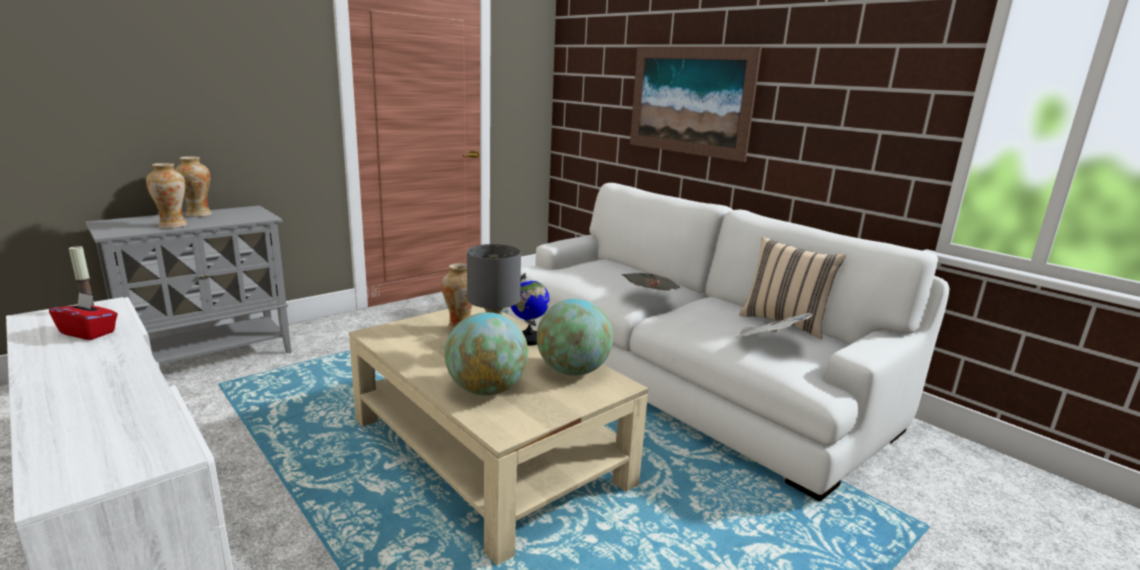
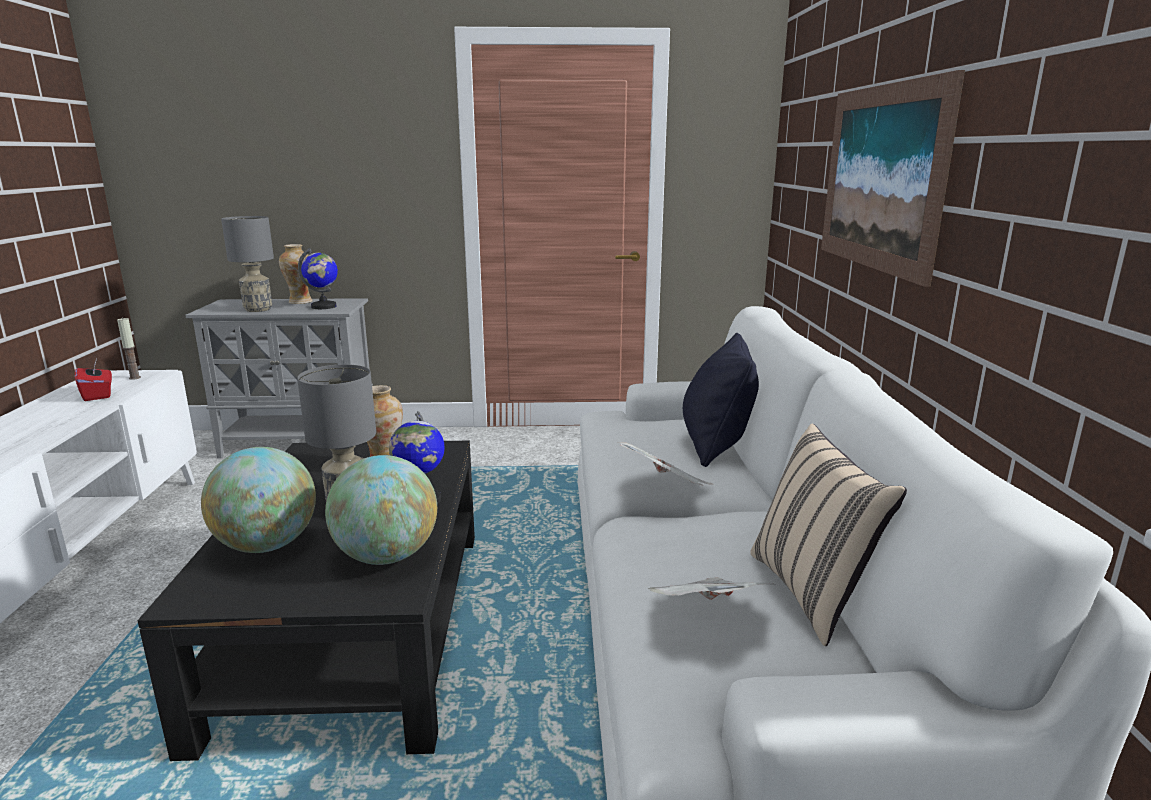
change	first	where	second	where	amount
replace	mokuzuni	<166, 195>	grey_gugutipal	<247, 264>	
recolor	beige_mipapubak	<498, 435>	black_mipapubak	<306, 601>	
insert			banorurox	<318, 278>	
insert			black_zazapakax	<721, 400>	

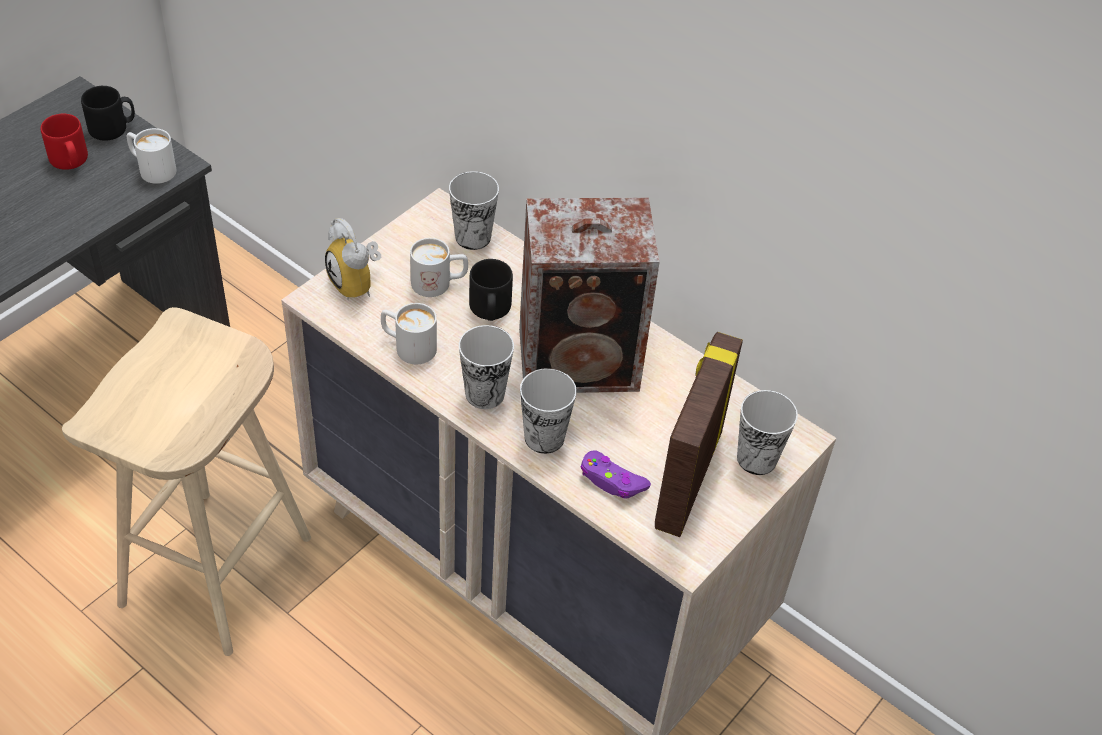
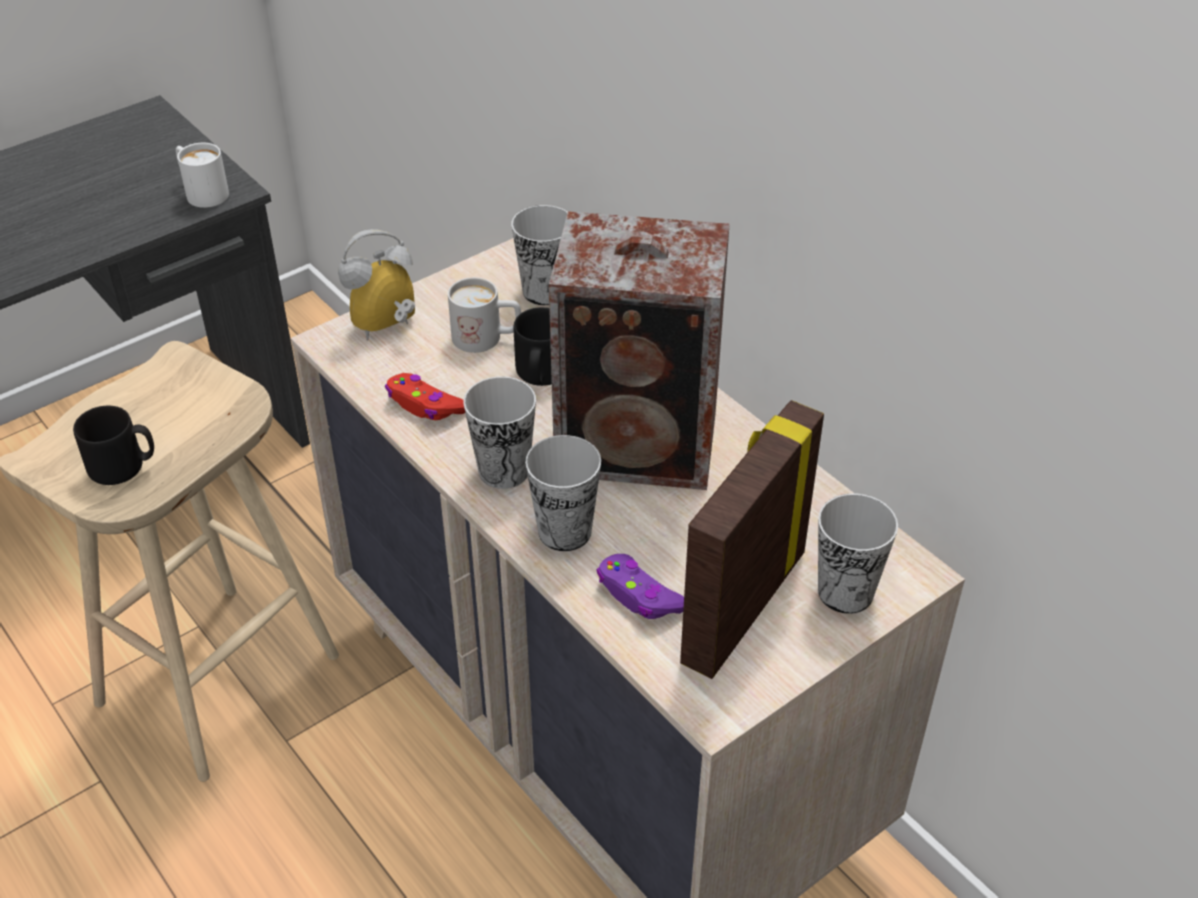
change	first	where	second	where	amount
delete	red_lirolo	<64, 142>			
move	black_lirolo	<108, 113>		<113, 445>	
rotate	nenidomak	<353, 259>		<376, 285>	75 degrees clockwise
replace	white_lirolo	<409, 333>	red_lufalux	<425, 396>	

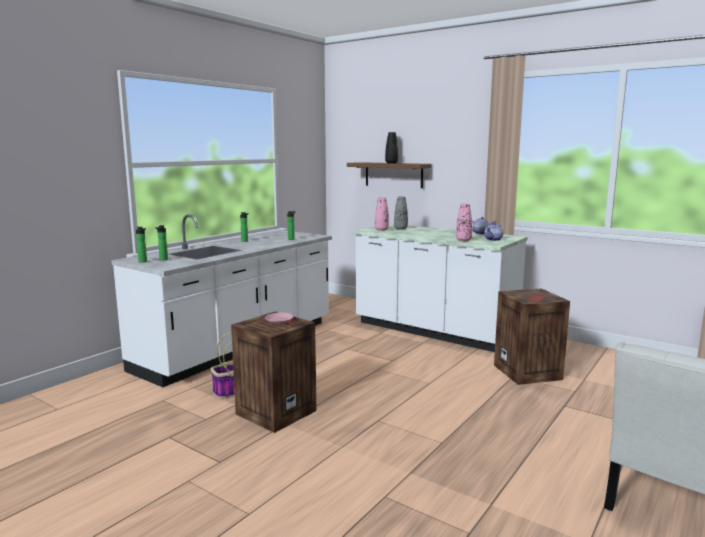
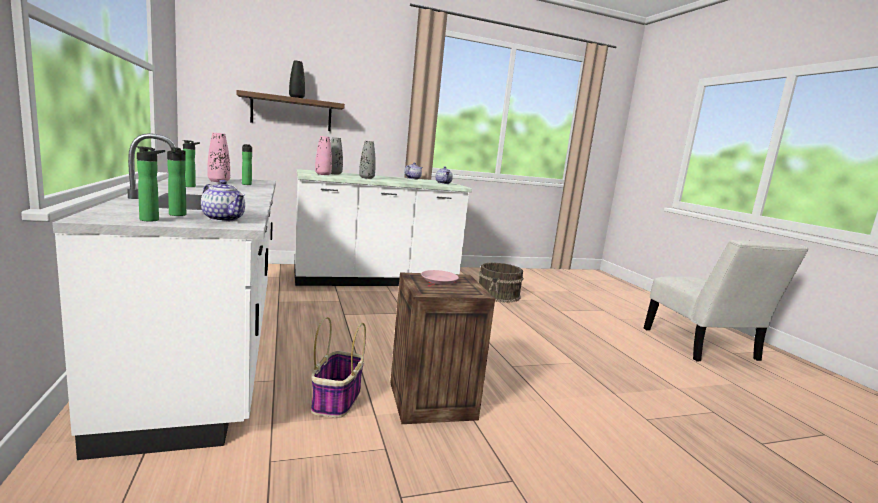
change	first	where	second	where	amount
move	pink_mokuzuni	<464, 222>		<218, 157>	
replace	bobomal	<532, 336>	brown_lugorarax	<501, 282>	
insert			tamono	<223, 201>	
insert			grey_mokuzuni	<367, 160>	

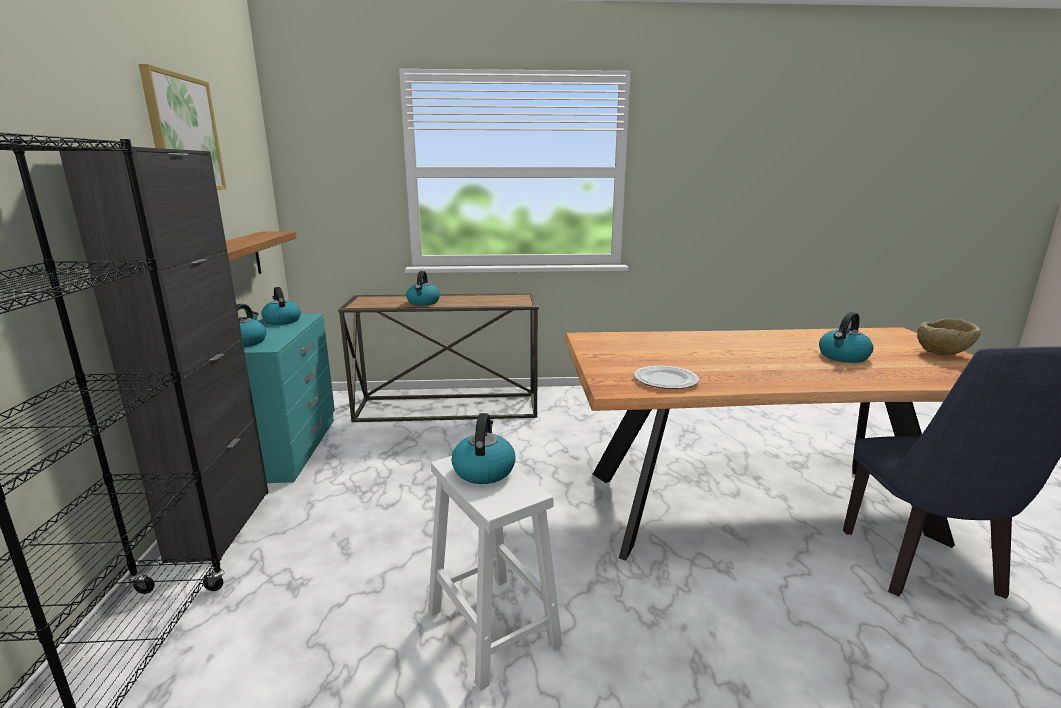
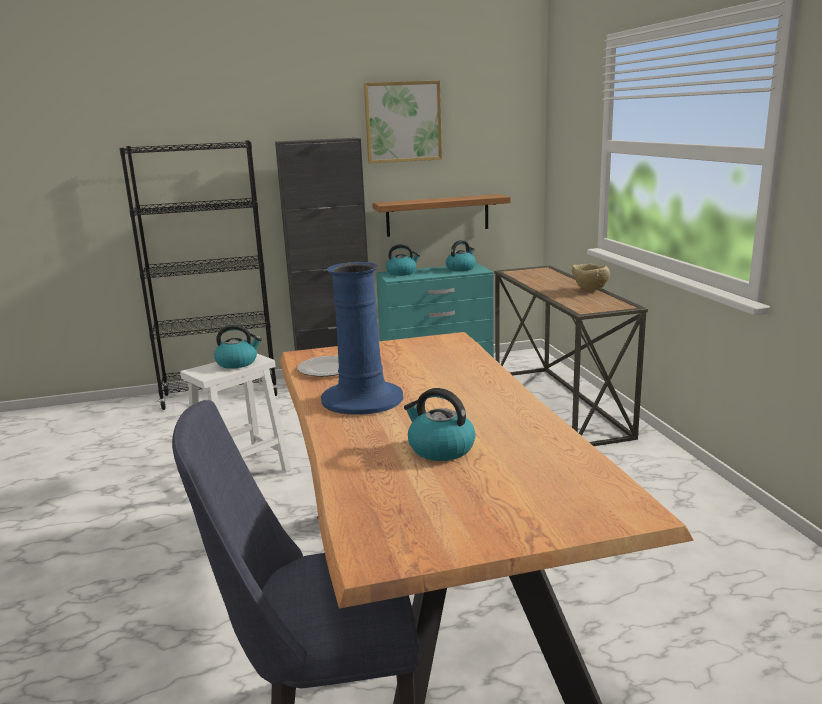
change	first	where	second	where	amount
delete	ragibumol	<423, 288>			
move	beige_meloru	<949, 337>		<591, 276>	
insert			blue_mokuzuni	<362, 338>	

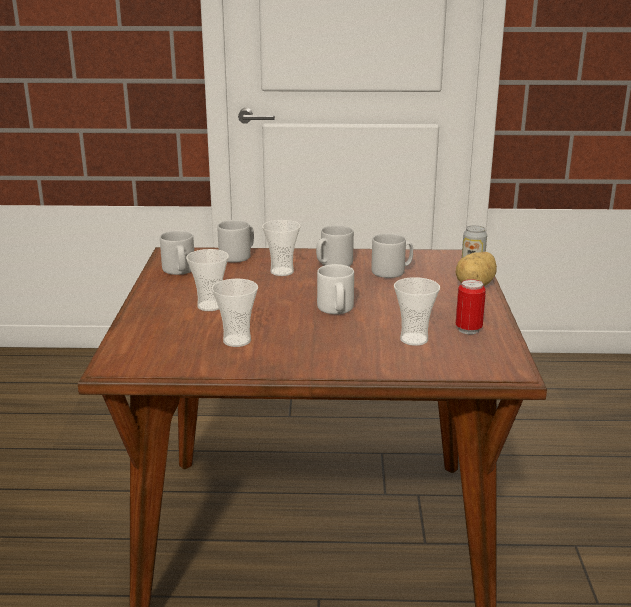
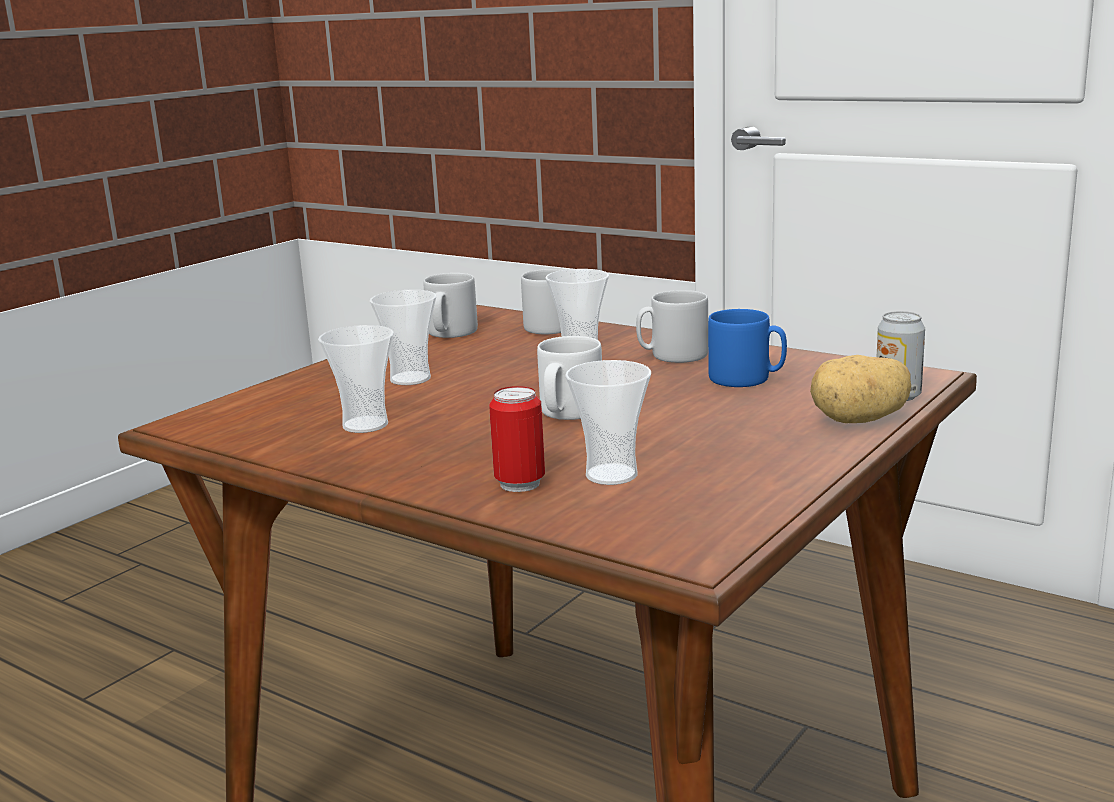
change	first	where	second	where	amount
recolor	grey_lirolo	<392, 255>	blue_lirolo	<747, 348>	
move	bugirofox	<471, 306>		<517, 439>	

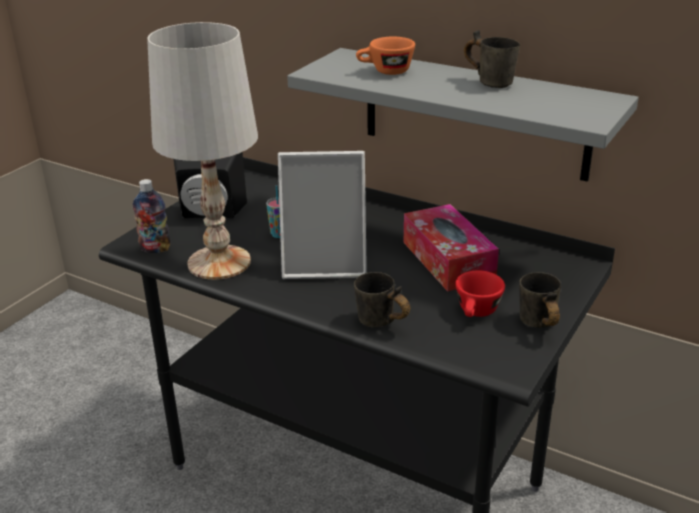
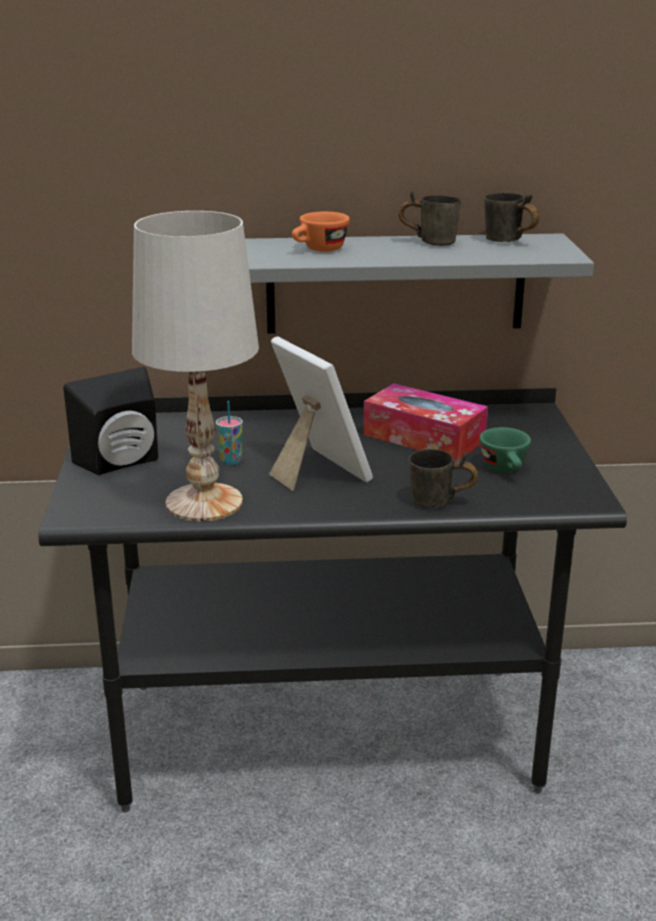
change	first	where	second	where	amount
delete	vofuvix	<152, 216>			
rotate	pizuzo	<322, 215>		<321, 413>	90 degrees counterclockwise
recolor	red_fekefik	<480, 293>	green_fekefik	<505, 449>	
move	grey_lirolo	<540, 300>		<512, 217>	

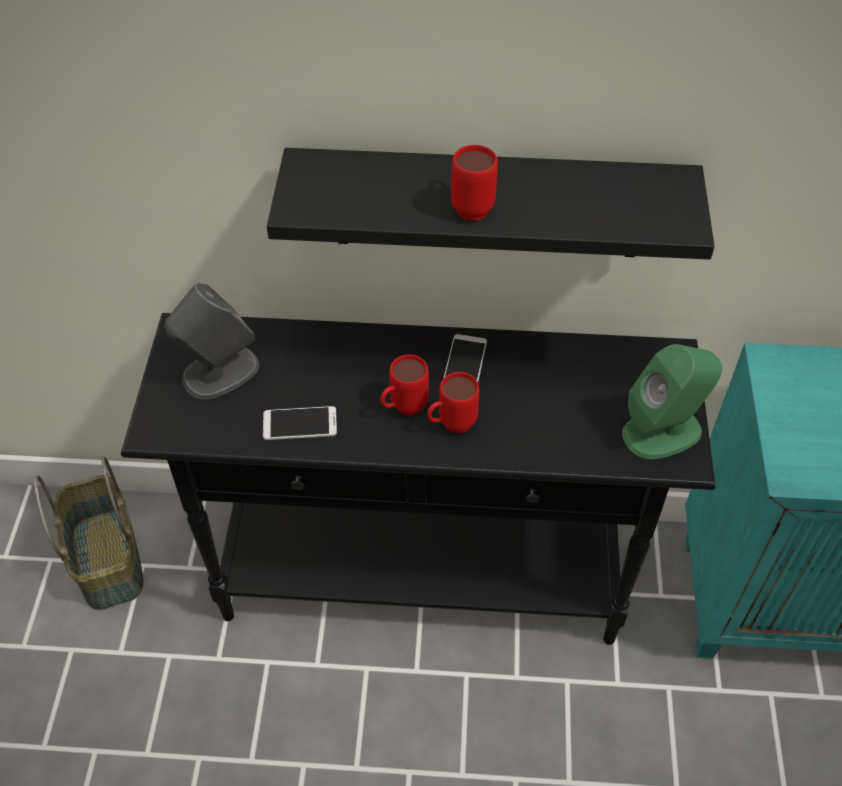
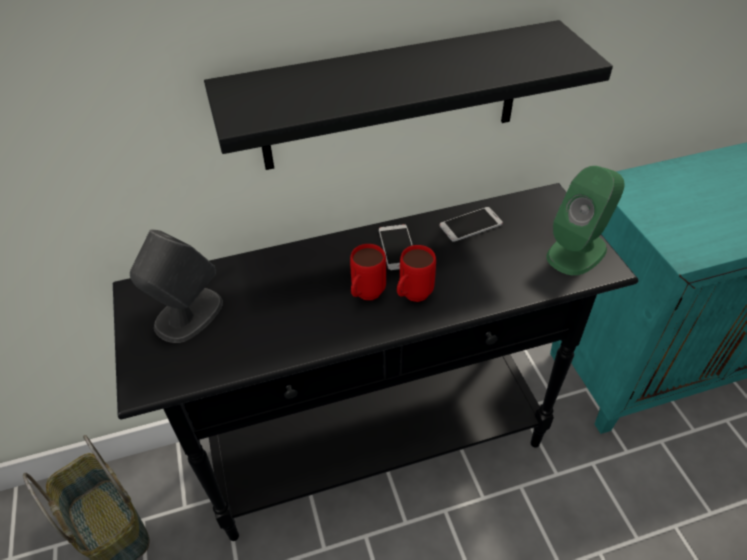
change	first	where	second	where	amount
move	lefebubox	<300, 423>		<471, 224>	
delete	red_lirolo	<474, 183>			

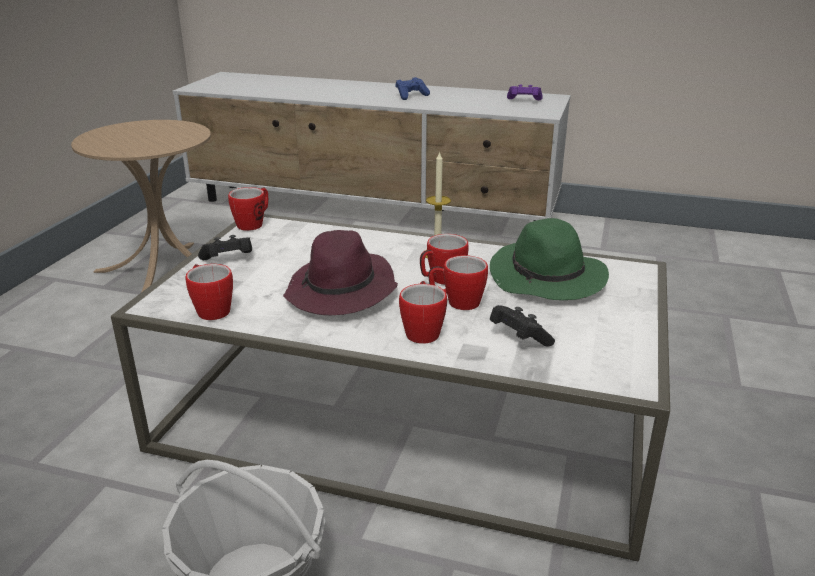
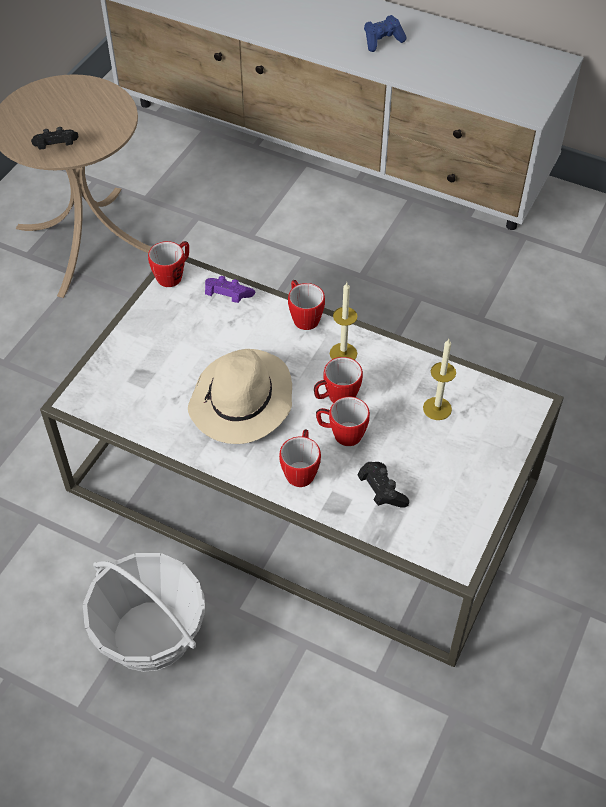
change	first	where	second	where	amount
move	lirolo	<209, 292>		<306, 305>	
move	black_lufalux	<225, 247>		<54, 138>	
recolor	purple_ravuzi	<340, 272>	beige_ravuzi	<240, 396>	
replace	green_ravuzi	<549, 259>	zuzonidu	<439, 379>	
move	purple_lufalux	<525, 92>		<230, 289>	

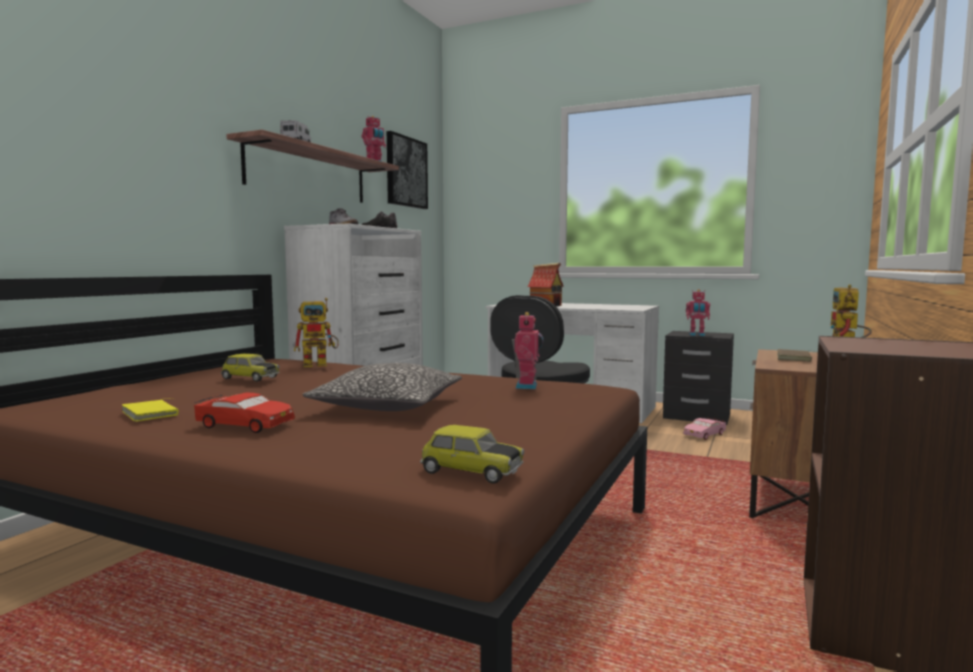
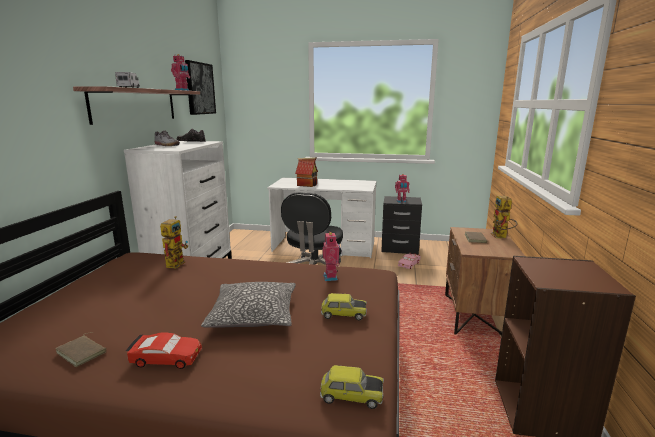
change	first	where	second	where	amount
recolor	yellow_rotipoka	<150, 410>	brown_rotipoka	<80, 349>	
move	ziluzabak	<250, 368>		<344, 306>	
rotate	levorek	<316, 332>		<174, 242>	45 degrees counterclockwise

